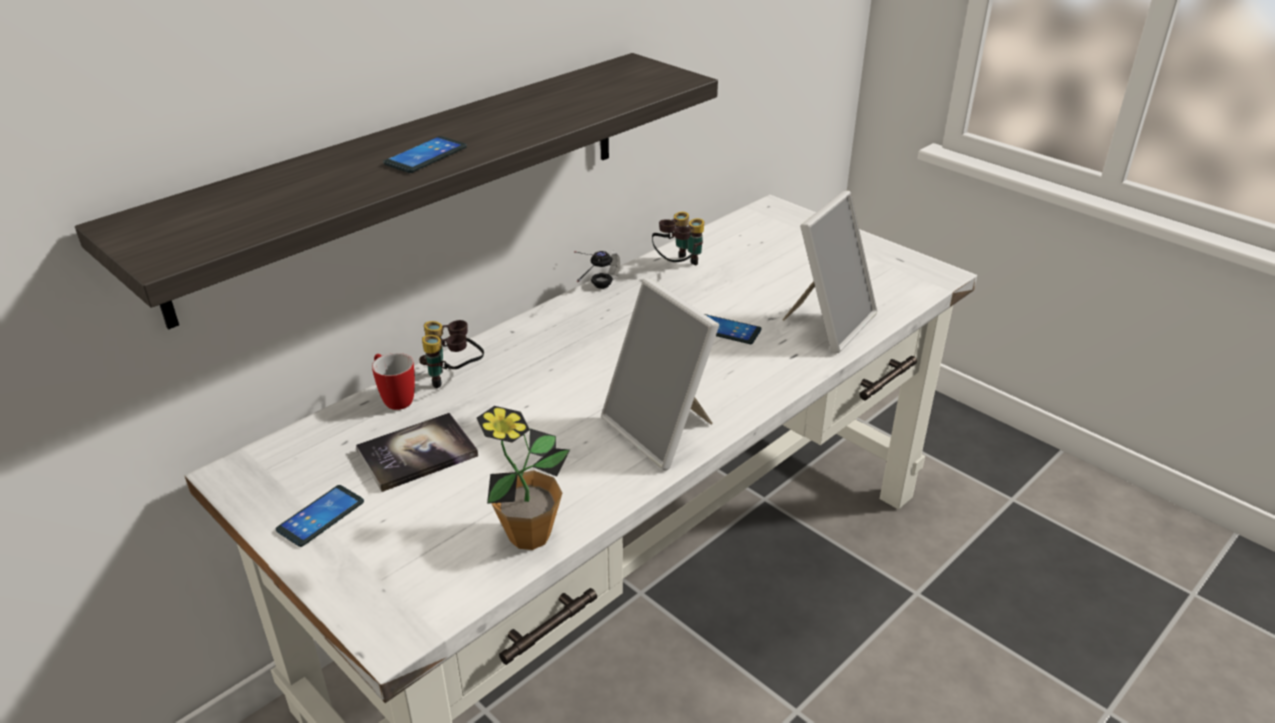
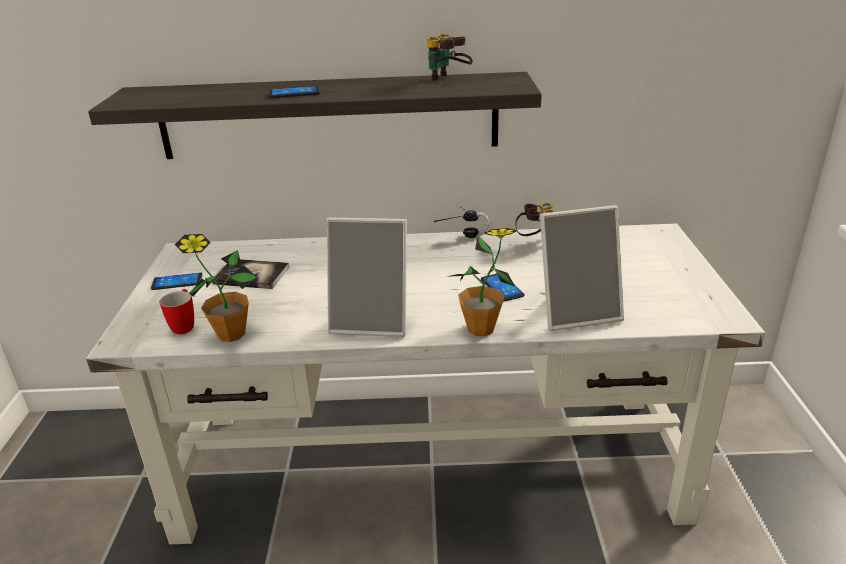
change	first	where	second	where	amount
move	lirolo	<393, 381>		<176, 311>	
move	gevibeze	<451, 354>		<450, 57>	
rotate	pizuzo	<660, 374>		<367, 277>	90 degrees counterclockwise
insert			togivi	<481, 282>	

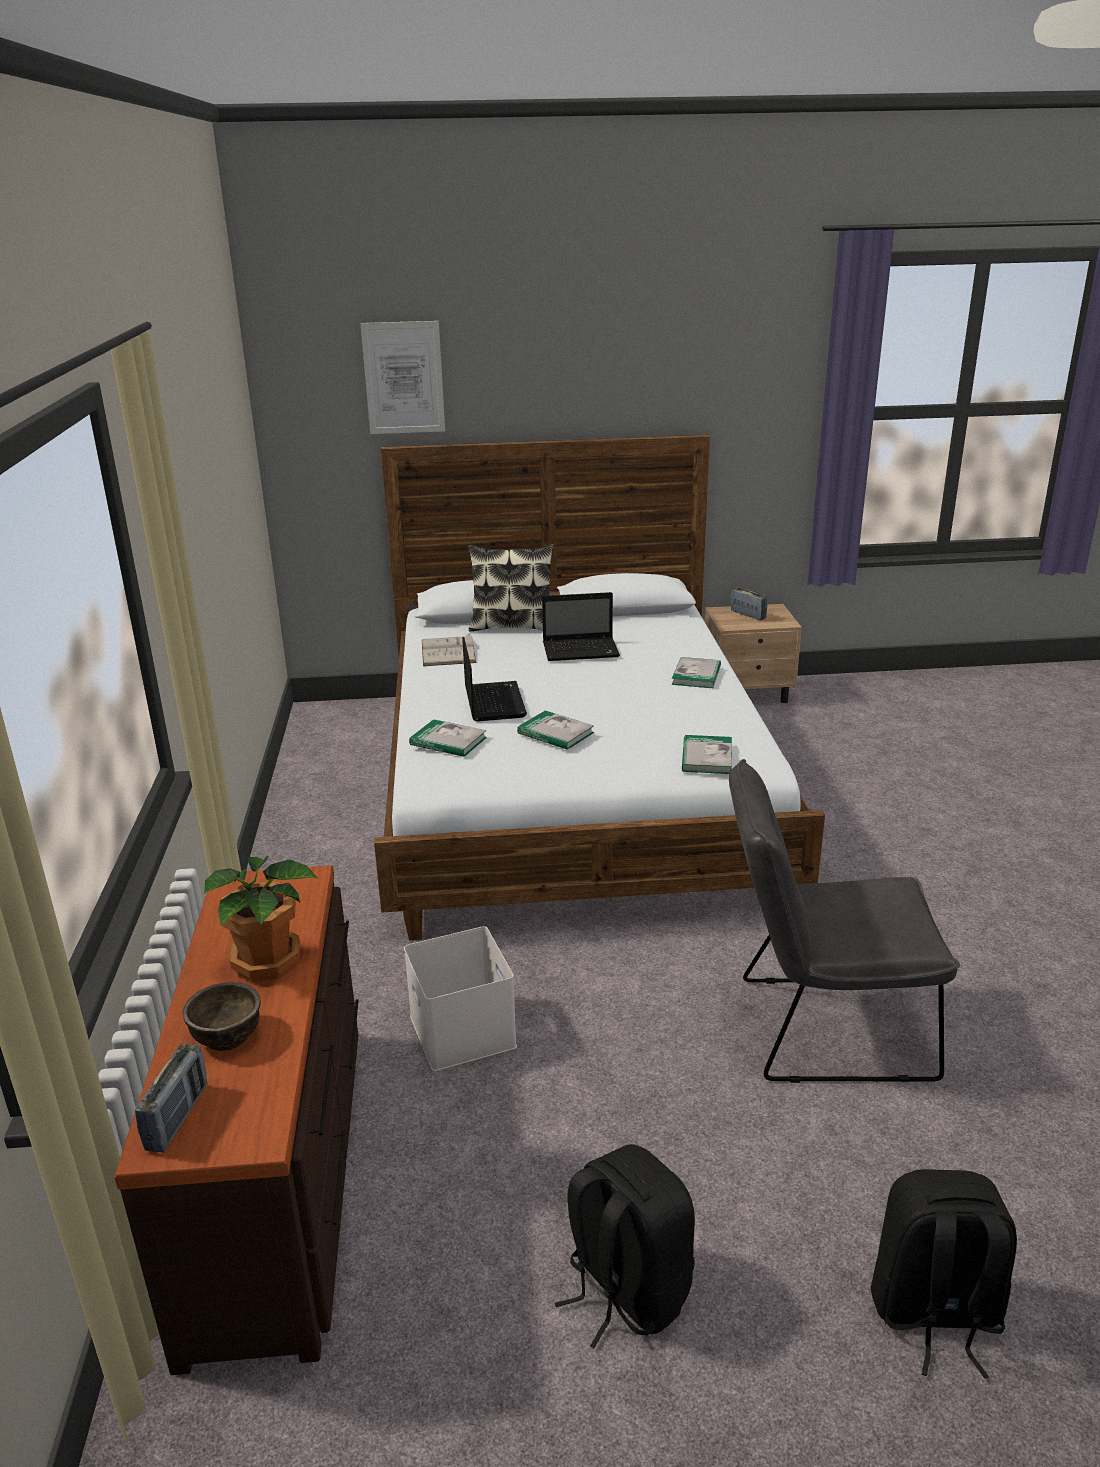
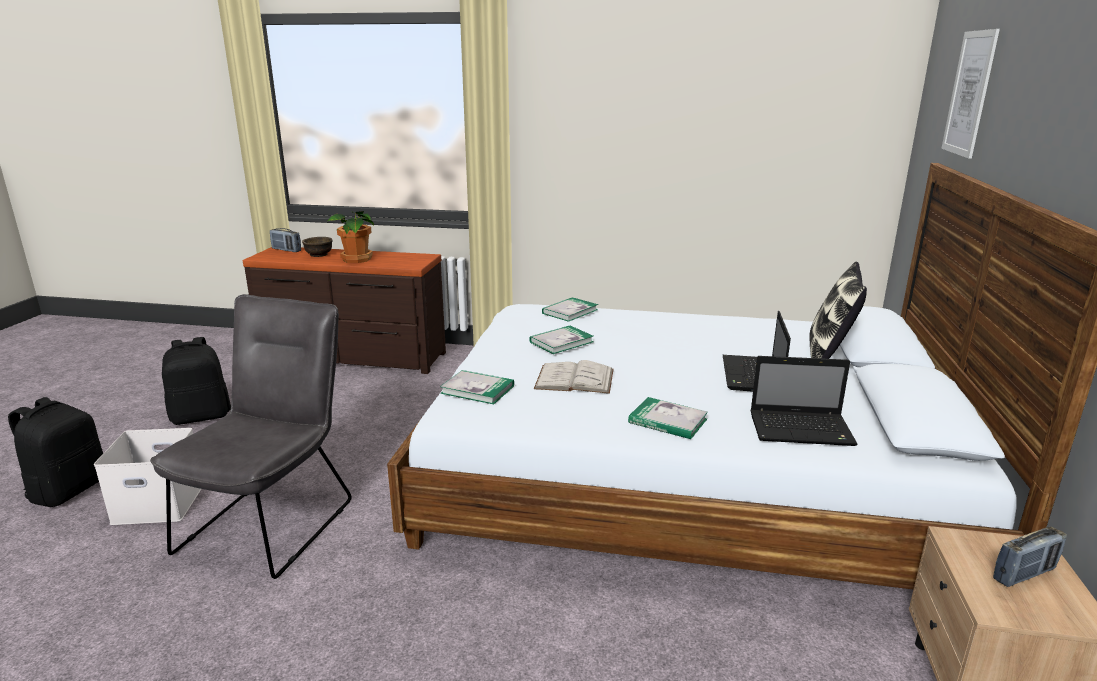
change	first	where	second	where	amount
move	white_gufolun	<460, 998>		<147, 476>	
move	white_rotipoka	<449, 650>		<574, 377>	
move	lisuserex	<494, 679>		<804, 401>	

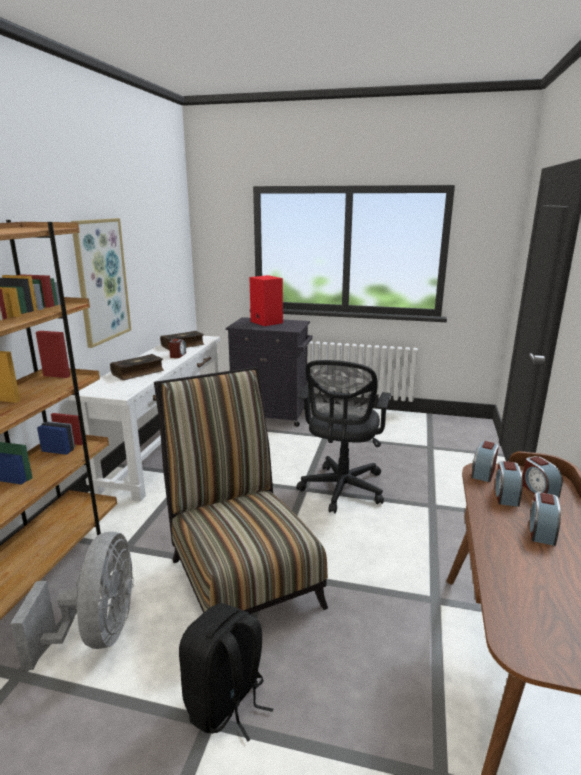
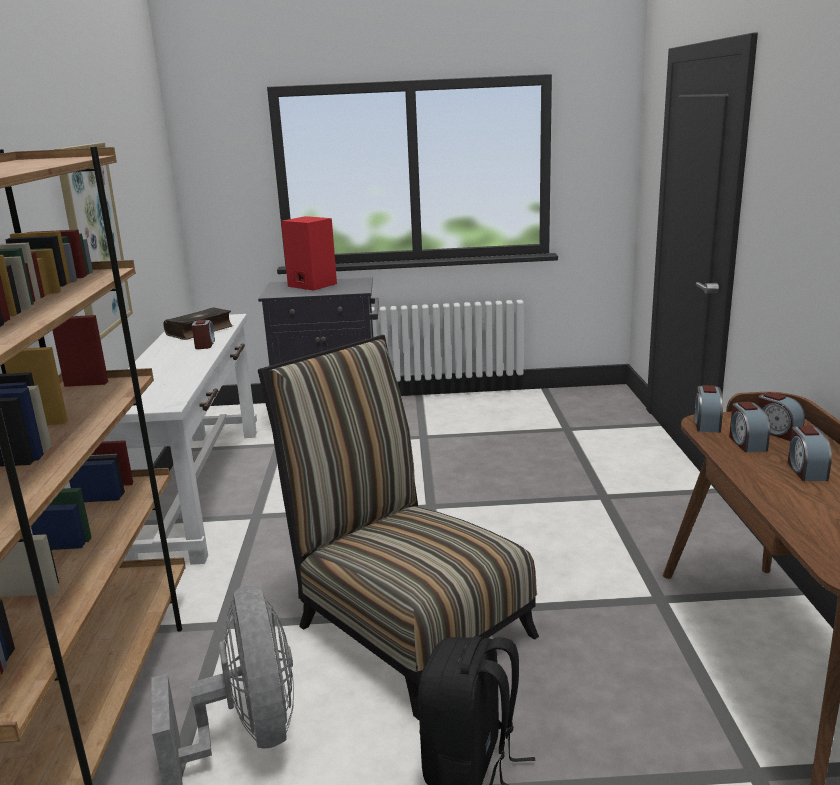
change	first	where	second	where	amount
delete	rotipoka	<137, 367>			
delete	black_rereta	<343, 436>			

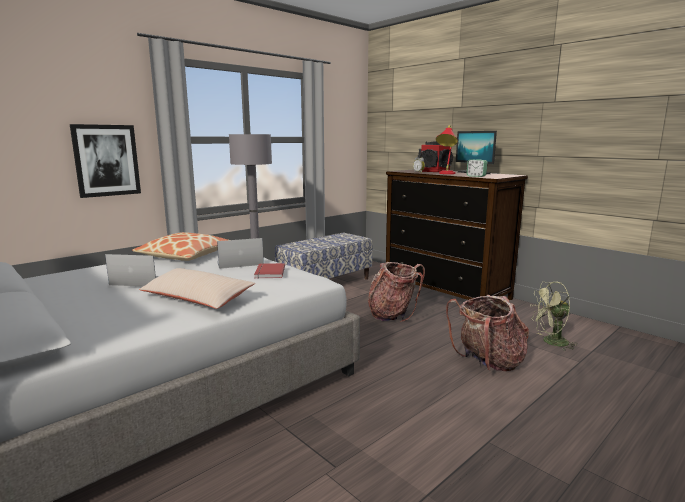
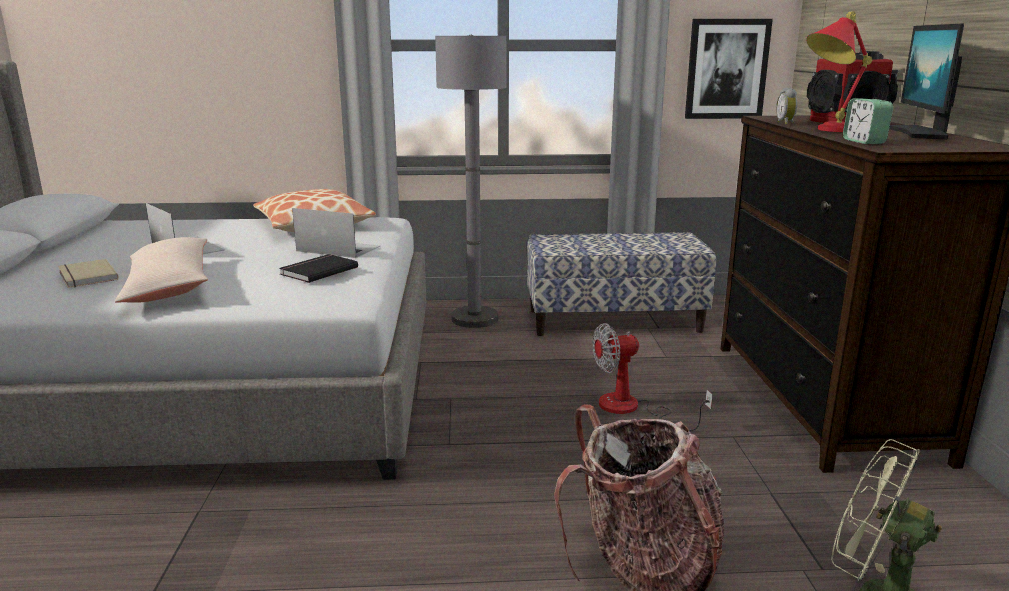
change	first	where	second	where	amount
move	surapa	<105, 161>		<729, 69>	
recolor	red_rotipoka	<269, 271>	black_rotipoka	<318, 268>	
replace	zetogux	<396, 292>	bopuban	<652, 377>	
insert			beige_rotipoka	<88, 273>	

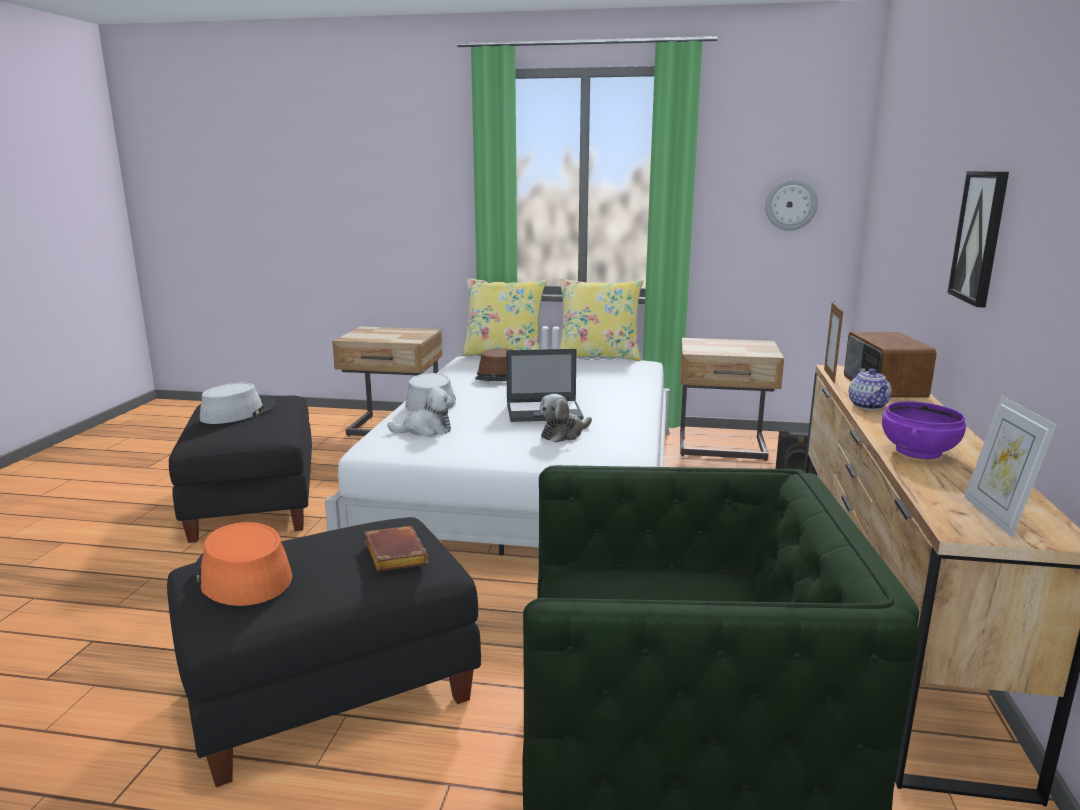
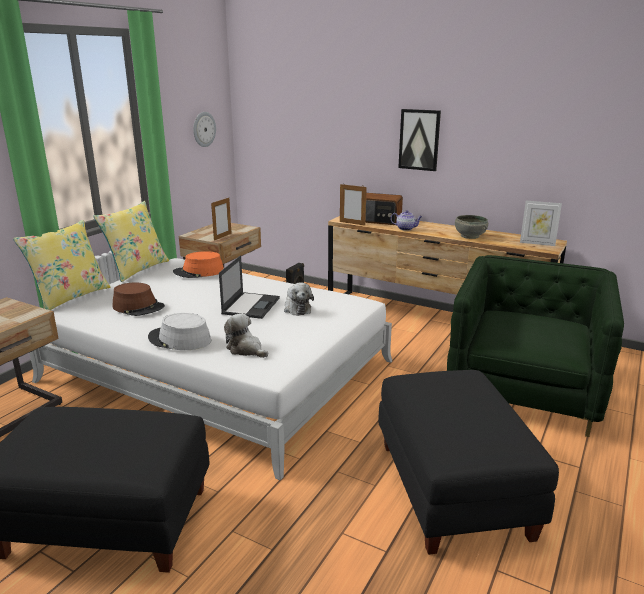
change	first	where	second	where	amount
move	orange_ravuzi	<243, 564>		<198, 264>	
delete	grey_ravuzi	<237, 403>			
delete	brown_rotipoka	<397, 549>			
rotate	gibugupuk	<420, 412>		<246, 335>	60 degrees counterclockwise
recolor	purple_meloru	<924, 430>	grey_meloru	<471, 227>	
insert			pizuzo	<221, 219>	

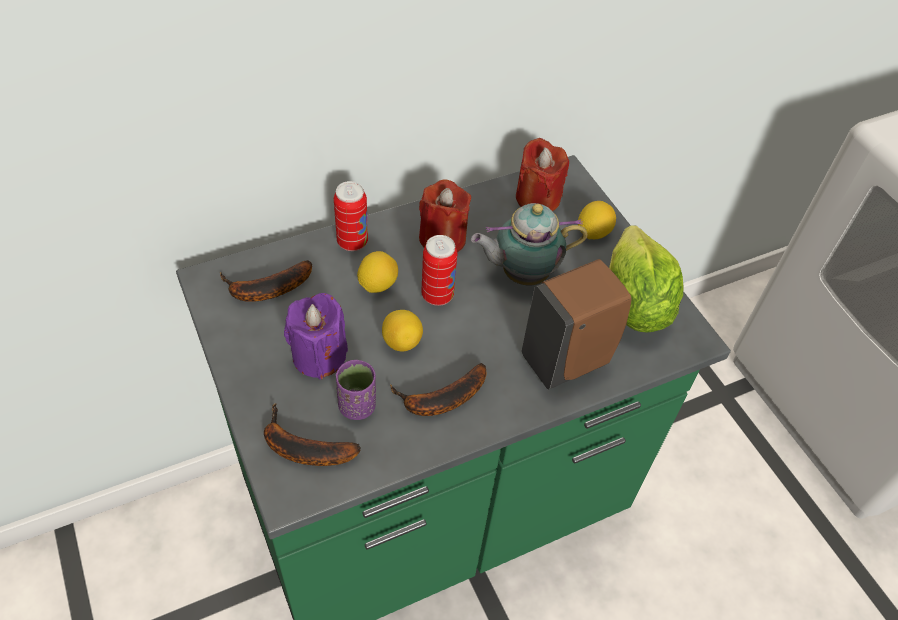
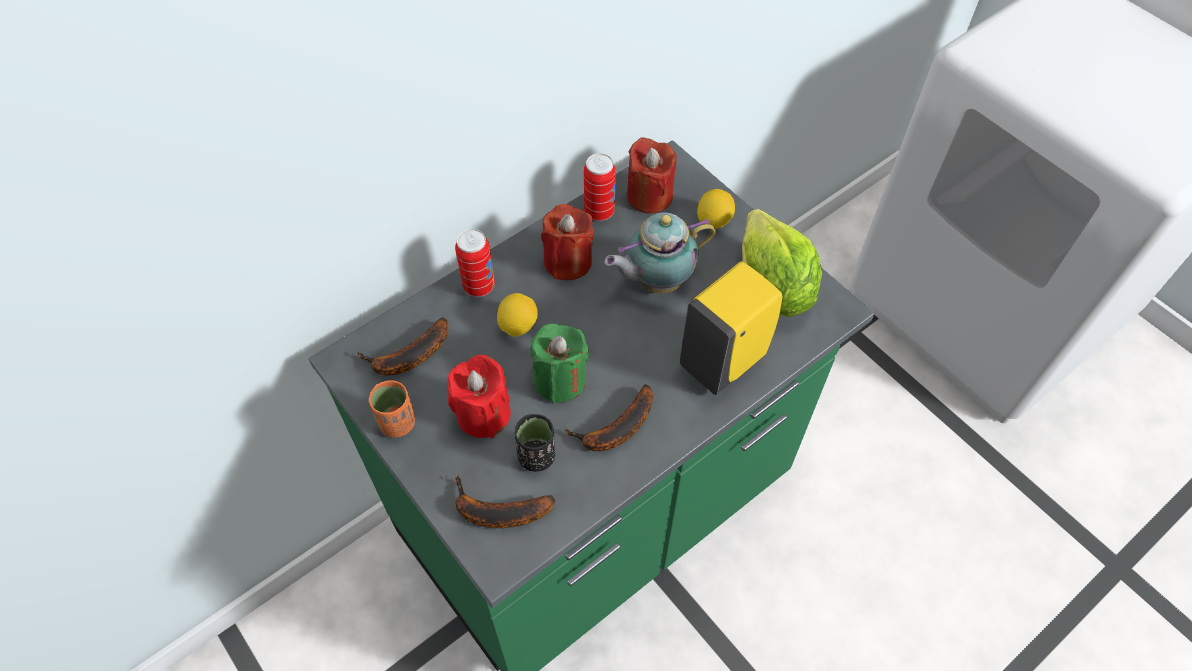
change	first	where	second	where	amount
recolor	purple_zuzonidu	<316, 336>	red_zuzonidu	<479, 396>	
recolor	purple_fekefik	<356, 390>	black_fekefik	<534, 443>	
replace	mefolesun	<402, 331>	green_zuzonidu	<560, 363>	
move	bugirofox	<439, 270>		<600, 187>	
recolor	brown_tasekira	<577, 324>	yellow_tasekira	<731, 328>	
insert			orange_fekefik	<392, 409>	

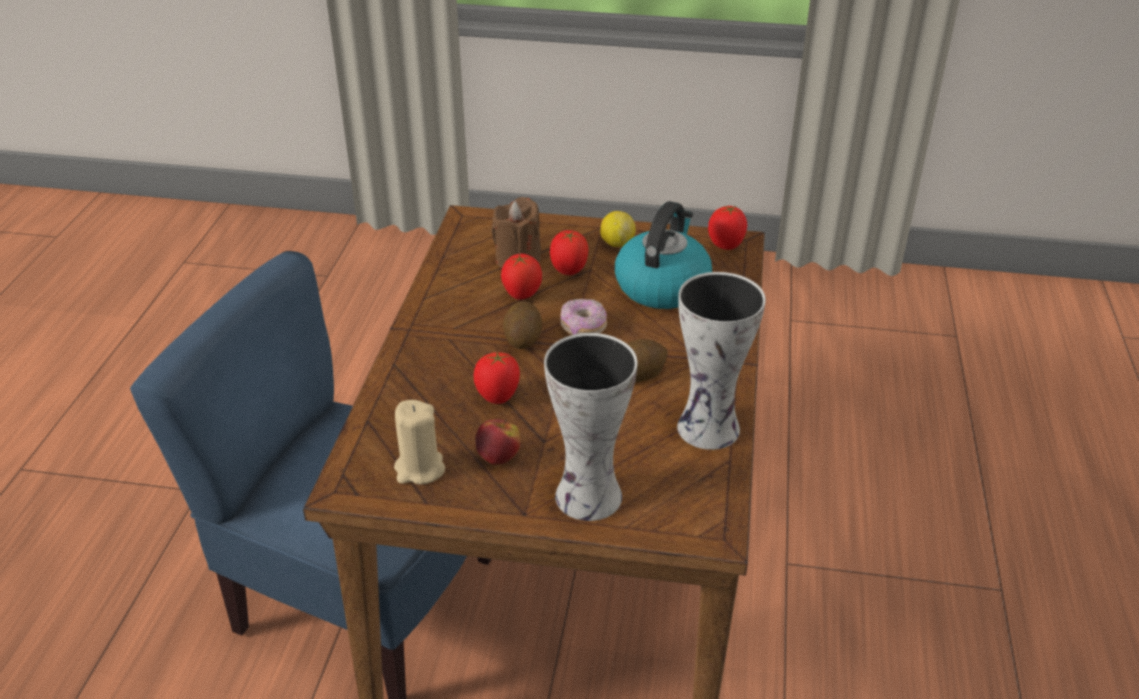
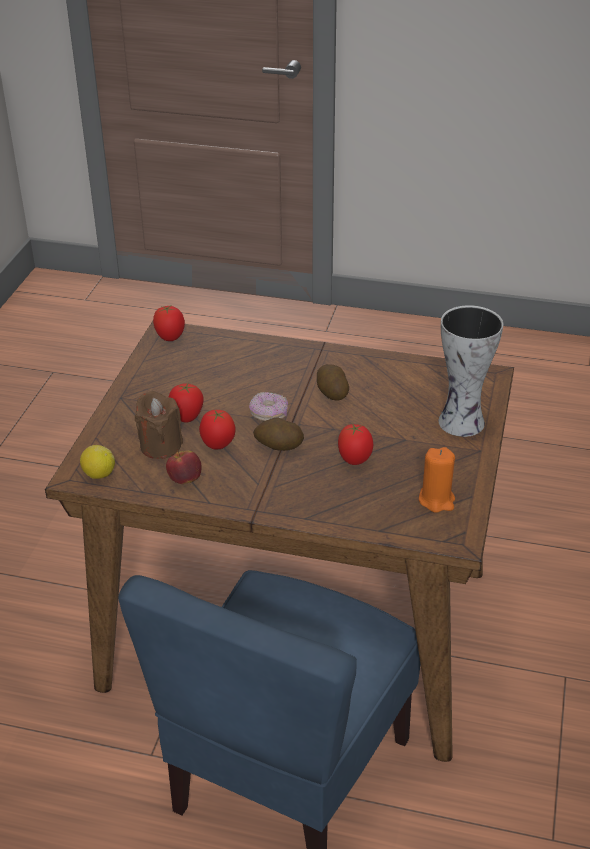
change	first	where	second	where	amount
recolor	beige_zuzonidu	<419, 442>	orange_zuzonidu	<437, 480>	
move	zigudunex	<497, 442>		<184, 467>	
move	mefolesun	<618, 229>		<97, 462>	
delete	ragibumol	<663, 255>			
delete	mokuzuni	<721, 361>			

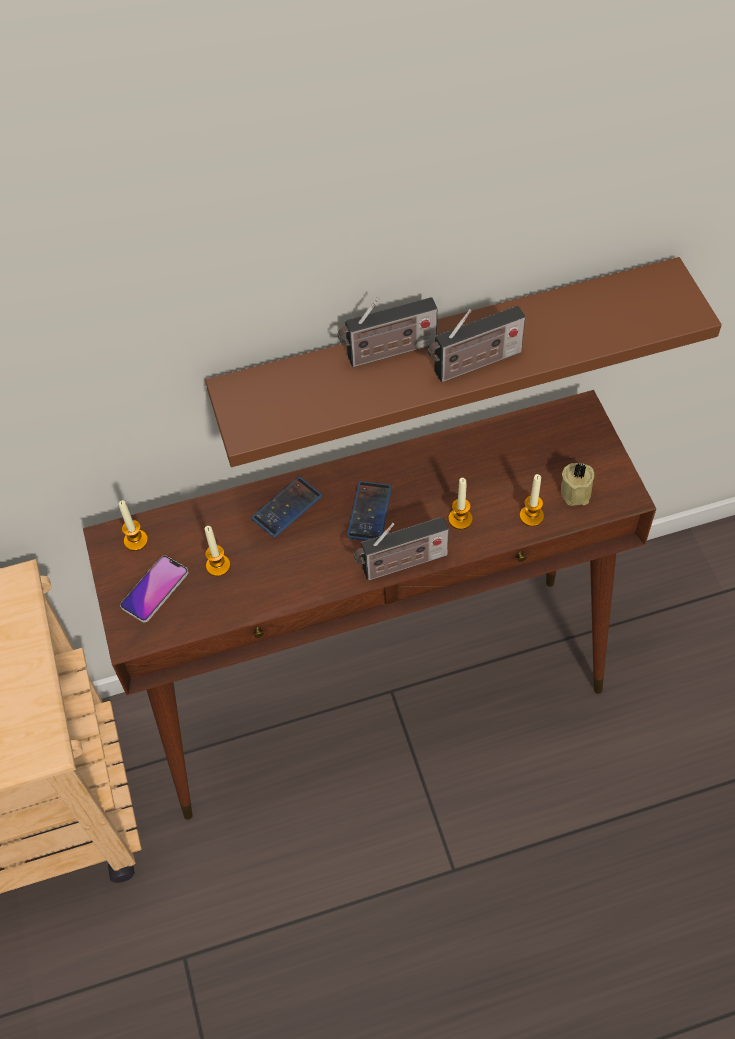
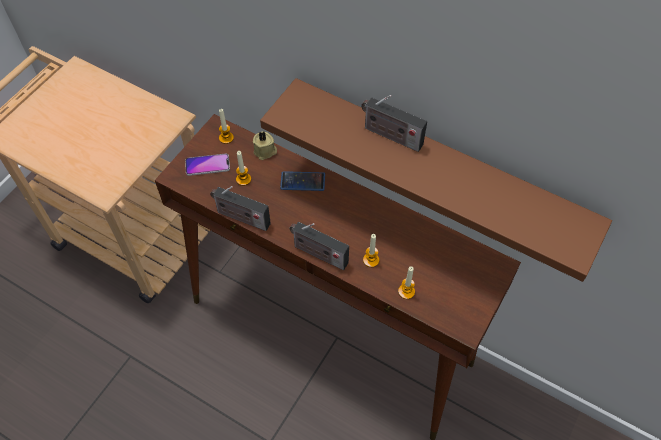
change	first	where	second	where	amount
delete	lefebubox	<369, 511>			
move	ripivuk	<477, 344>		<240, 208>	
move	beige_zuzonidu	<577, 484>		<265, 145>	

